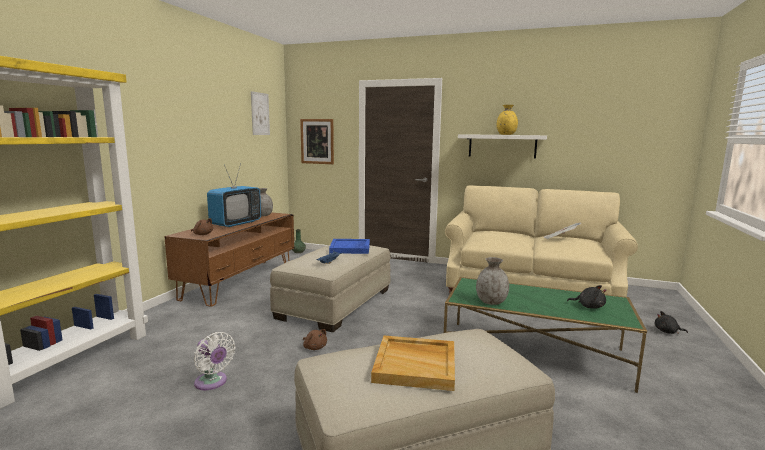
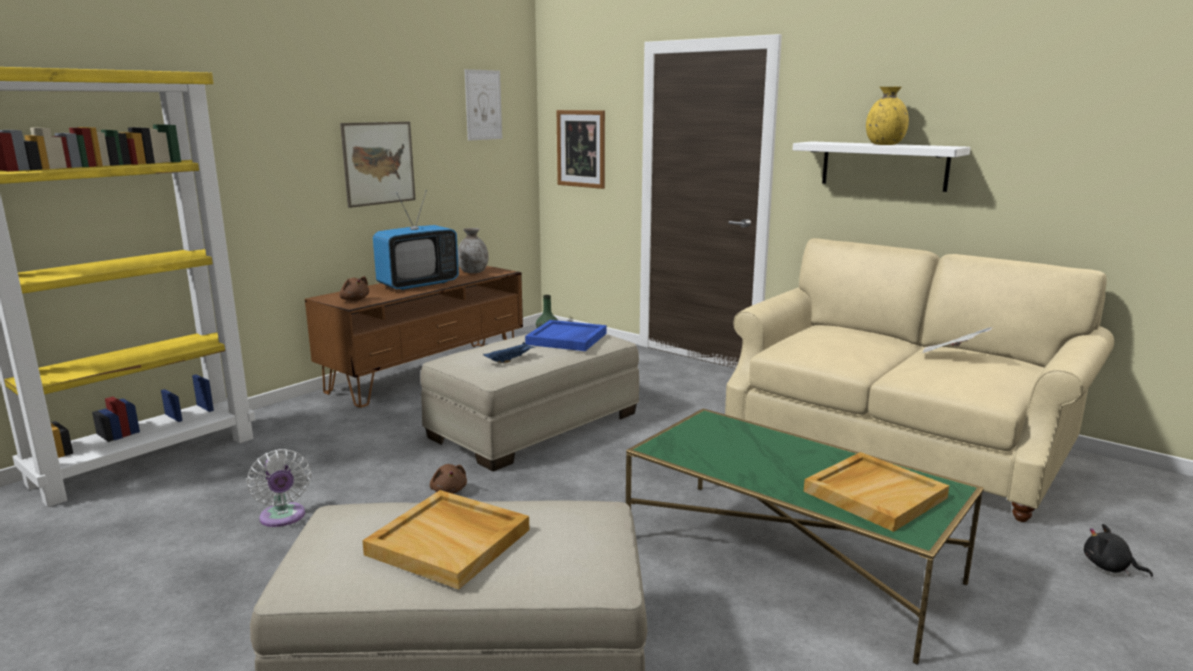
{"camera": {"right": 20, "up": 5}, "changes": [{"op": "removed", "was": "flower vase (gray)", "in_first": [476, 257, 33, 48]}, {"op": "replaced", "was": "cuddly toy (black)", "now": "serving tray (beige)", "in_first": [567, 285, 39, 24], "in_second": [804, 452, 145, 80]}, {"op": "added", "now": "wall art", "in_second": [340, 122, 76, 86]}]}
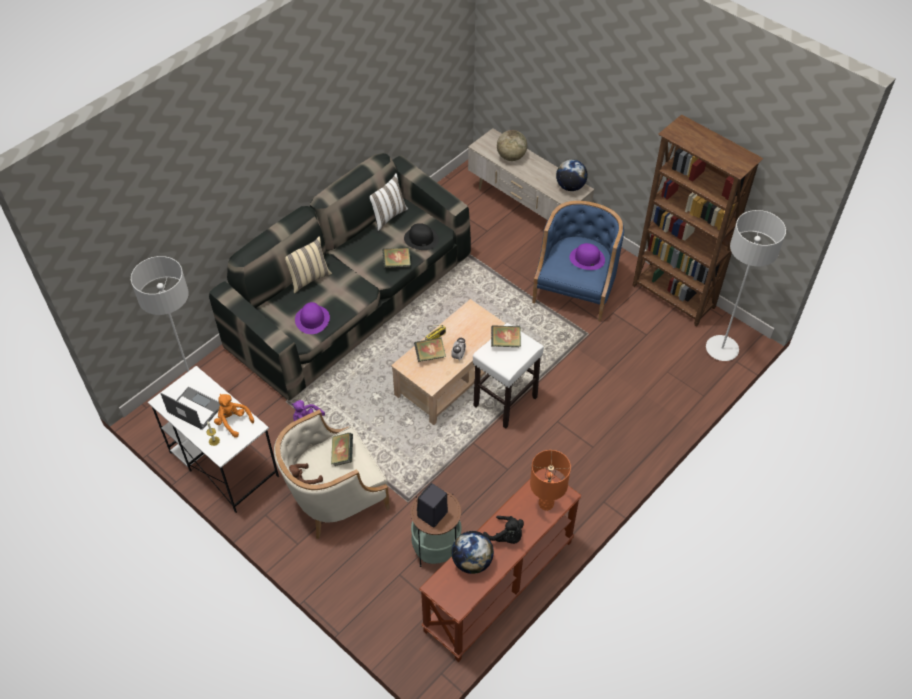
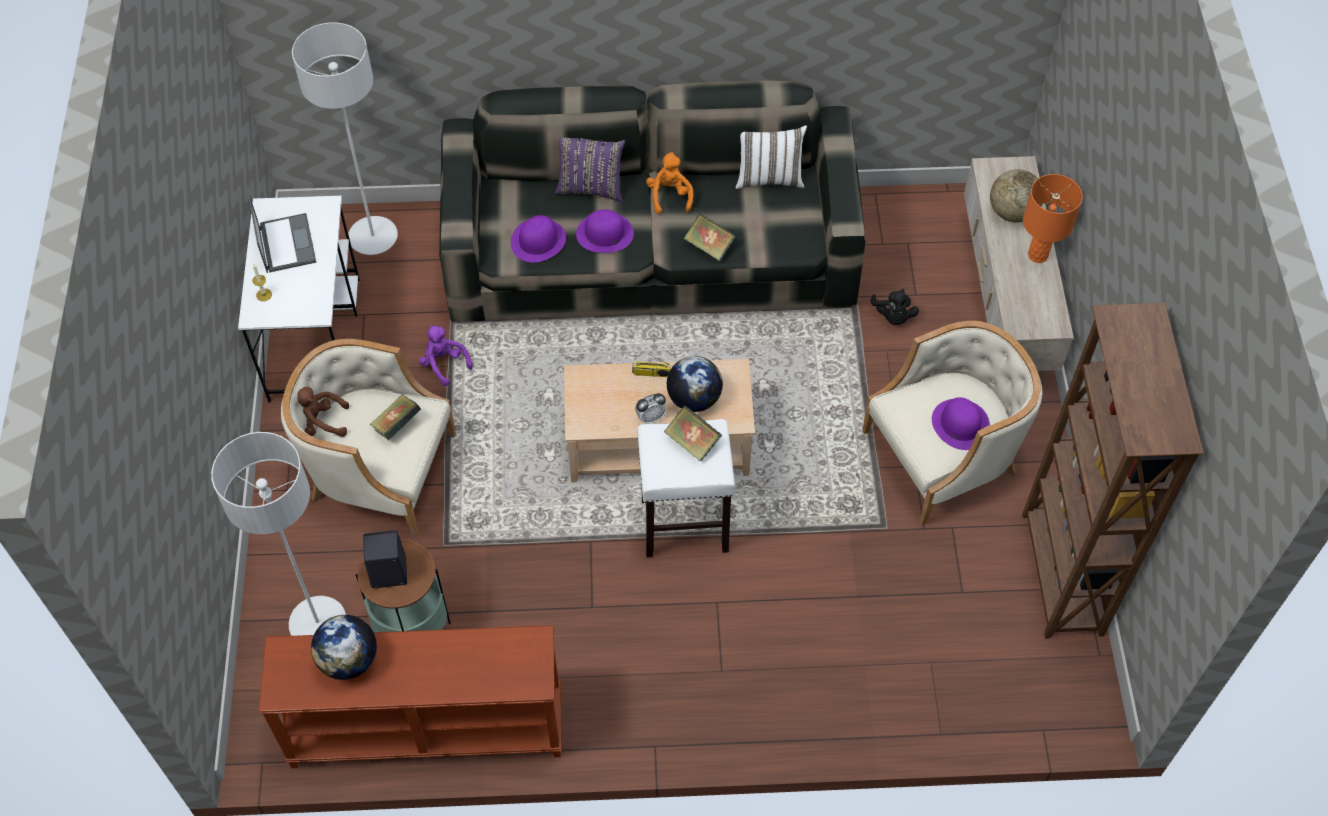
{"camera": {"right": 45, "up": 5}, "changes": [{"op": "moved", "was": "cuddly toy (orange-coloured)", "in_first": [214, 394, 40, 44], "in_second": [646, 152, 48, 62]}, {"op": "recoloured", "was": "cushion (beige)", "now": "cushion (purple-coloured)", "in_first": [285, 236, 47, 58], "in_second": [555, 138, 70, 64]}, {"op": "removed", "was": "hat (black)", "in_first": [404, 223, 35, 27]}, {"op": "removed", "was": "bound book", "in_first": [414, 338, 32, 24]}, {"op": "moved", "was": "cuddly toy (black)", "in_first": [483, 516, 41, 28], "in_second": [870, 289, 49, 36]}, {"op": "moved", "was": "tabletop lamp (orange-coloured)", "in_first": [530, 450, 41, 61], "in_second": [1023, 174, 60, 89]}, {"op": "recoloured", "was": "easy chair (blue)", "now": "easy chair (beige)", "in_first": [532, 201, 92, 121], "in_second": [862, 321, 180, 204]}, {"op": "moved", "was": "world globe", "in_first": [556, 160, 32, 31], "in_second": [667, 356, 56, 56]}, {"op": "moved", "was": "standing lamp (gray)", "in_first": [706, 210, 80, 151], "in_second": [211, 432, 135, 204]}, {"op": "added", "now": "hat (purple-coloured)", "in_second": [576, 209, 58, 44]}]}
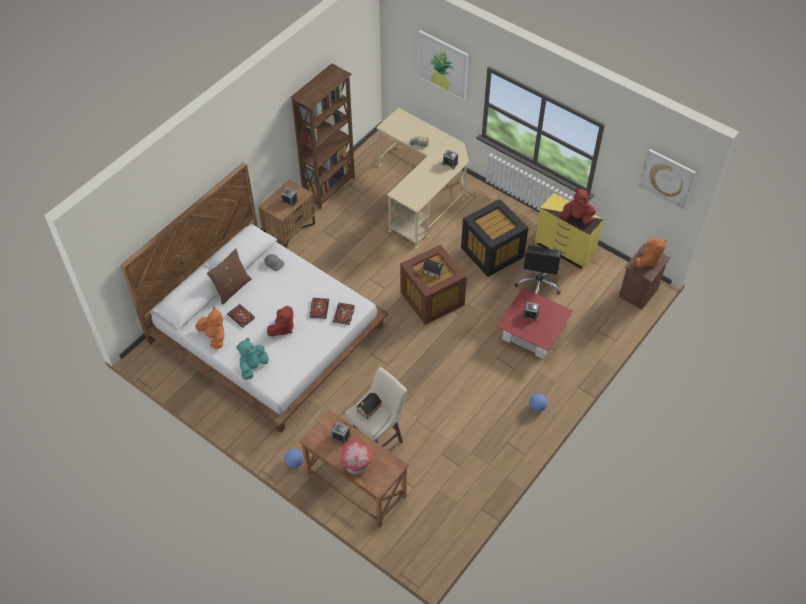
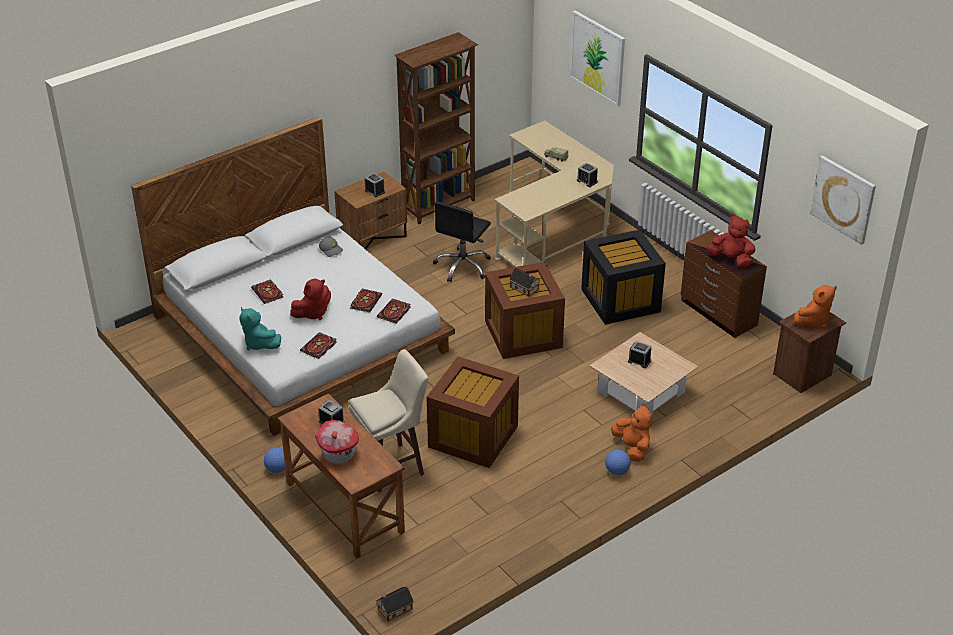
{"camera": {"right": 15, "up": -15}, "changes": [{"op": "moved", "was": "cuddly toy (orange-coloured)", "in_first": [195, 307, 29, 42], "in_second": [611, 403, 41, 59]}, {"op": "removed", "was": "cushion (brownish)", "in_first": [207, 248, 44, 57]}, {"op": "turned", "was": "cuddly toy (turquoise-coloured)", "in_first": [236, 338, 32, 42], "in_second": [240, 307, 41, 44], "clockwise": -90}, {"op": "moved", "was": "toy house", "in_first": [356, 393, 26, 26], "in_second": [376, 587, 38, 35]}, {"op": "recoloured", "was": "coffee table (red)", "now": "coffee table (beige)", "in_first": [497, 288, 76, 71], "in_second": [590, 332, 108, 84]}, {"op": "moved", "was": "computer chair (black)", "in_first": [514, 245, 47, 50], "in_second": [433, 201, 58, 81]}, {"op": "recoloured", "was": "drawer chest (yellow)", "now": "drawer chest (brownish)", "in_first": [535, 193, 69, 77], "in_second": [681, 230, 86, 108]}, {"op": "added", "now": "bound book", "in_second": [300, 332, 37, 27]}, {"op": "added", "now": "storage box (brownish)", "in_second": [427, 356, 92, 112]}]}
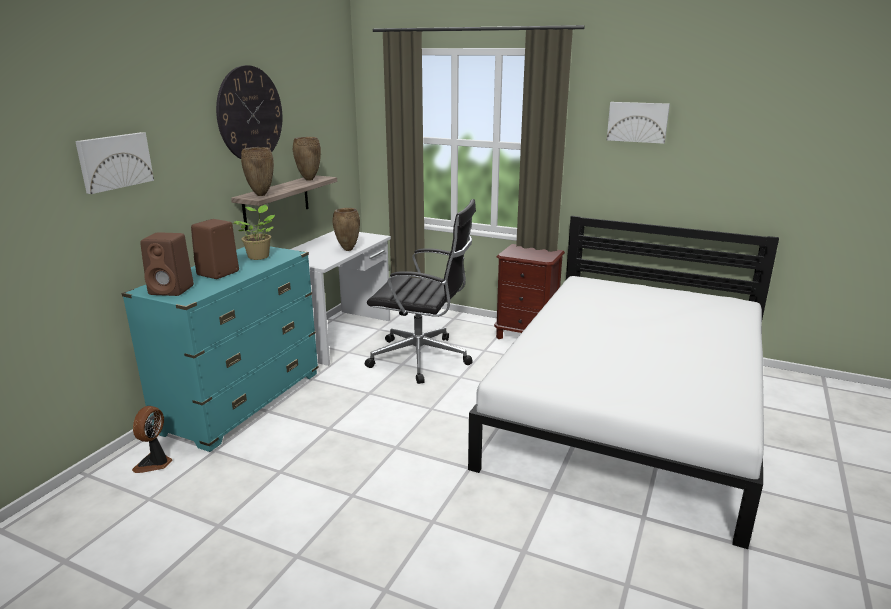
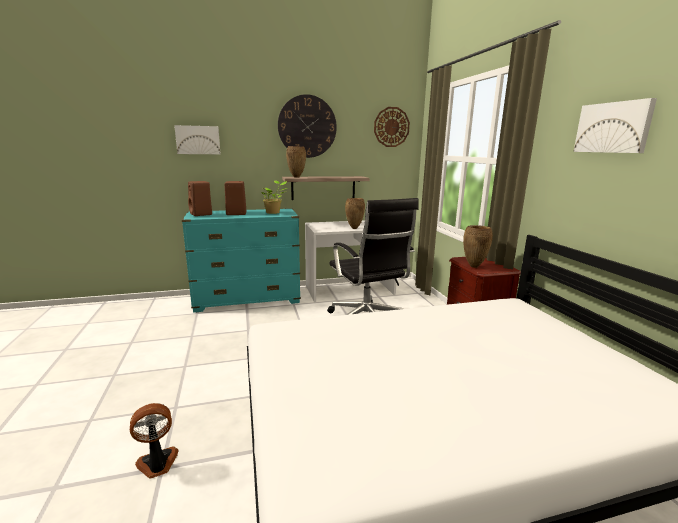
{"camera": {"right": 50, "up": -5}, "changes": [{"op": "moved", "was": "cooling fan", "in_first": [132, 406, 40, 67], "in_second": [130, 403, 49, 76]}, {"op": "moved", "was": "flower vase (brownish)", "in_first": [293, 137, 28, 44], "in_second": [463, 225, 30, 43]}, {"op": "added", "now": "clock on the wall", "in_second": [374, 107, 36, 40]}]}
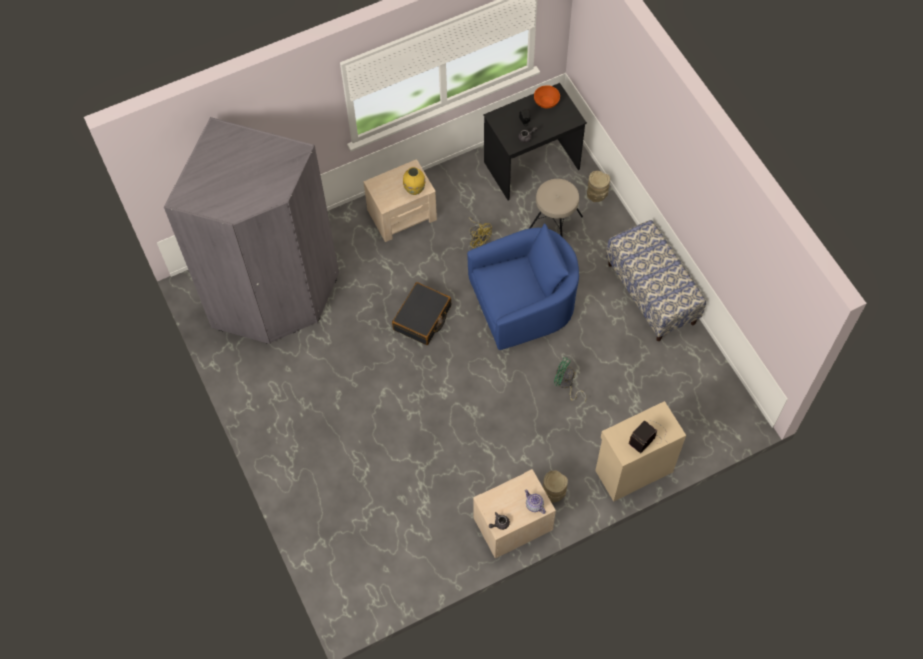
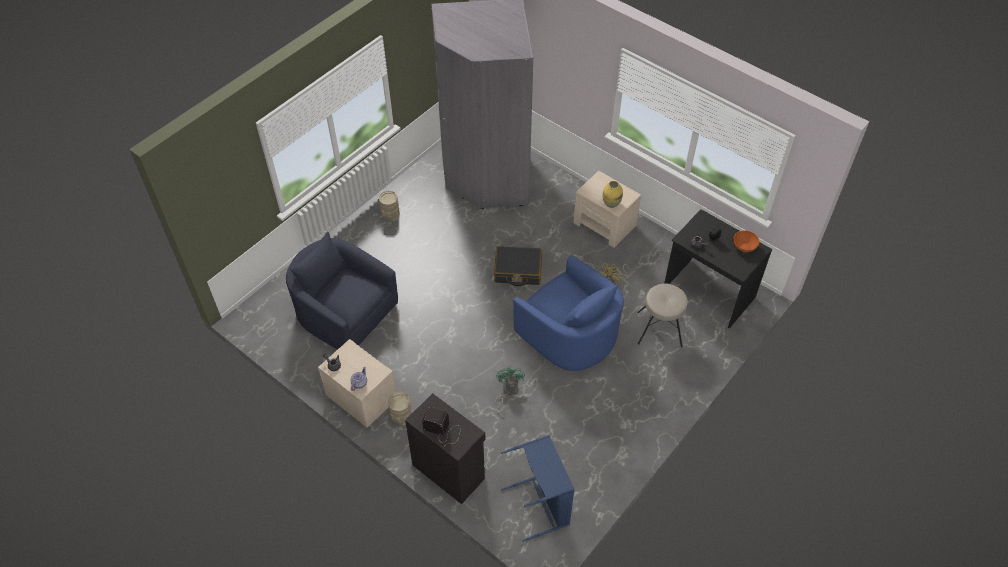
{"camera": {"right": 65, "up": -10}, "changes": [{"op": "moved", "was": "flower vase (beige)", "in_first": [587, 171, 23, 31], "in_second": [379, 191, 21, 30]}, {"op": "recoloured", "was": "cupboard (beige)", "now": "cupboard (black)", "in_first": [595, 401, 91, 101], "in_second": [405, 393, 81, 111]}, {"op": "removed", "was": "long seat", "in_first": [606, 220, 100, 121]}, {"op": "added", "now": "easy chair (blue)", "in_second": [286, 232, 112, 118]}, {"op": "added", "now": "laundry basket (blue)", "in_second": [501, 435, 74, 107]}]}
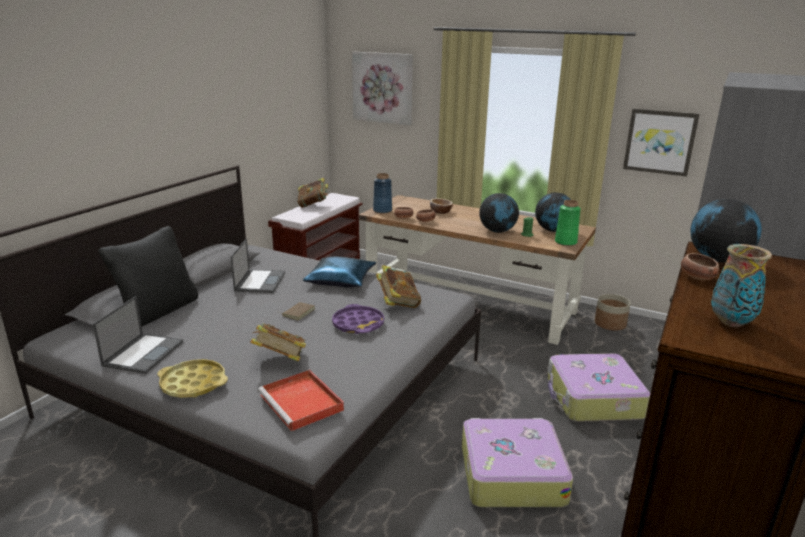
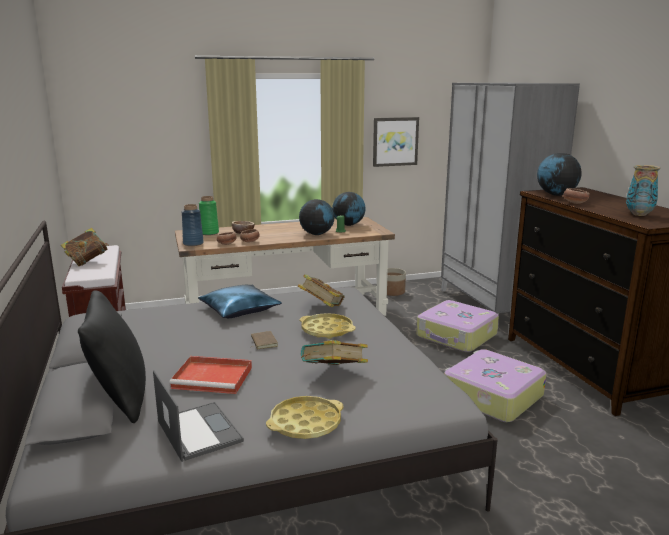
{"camera": {"right": -45, "up": -5}, "changes": [{"op": "removed", "was": "notebook computer", "in_first": [231, 239, 54, 54]}, {"op": "moved", "was": "serving tray (red)", "in_first": [258, 370, 86, 61], "in_second": [169, 356, 83, 38]}, {"op": "recoloured", "was": "serving tray (purple-coloured)", "now": "serving tray (yellow)", "in_first": [332, 304, 52, 30], "in_second": [300, 313, 56, 26]}, {"op": "removed", "was": "wall art", "in_first": [352, 52, 61, 73]}, {"op": "moved", "was": "flower vase (green)", "in_first": [555, 200, 26, 46], "in_second": [199, 196, 20, 39]}]}
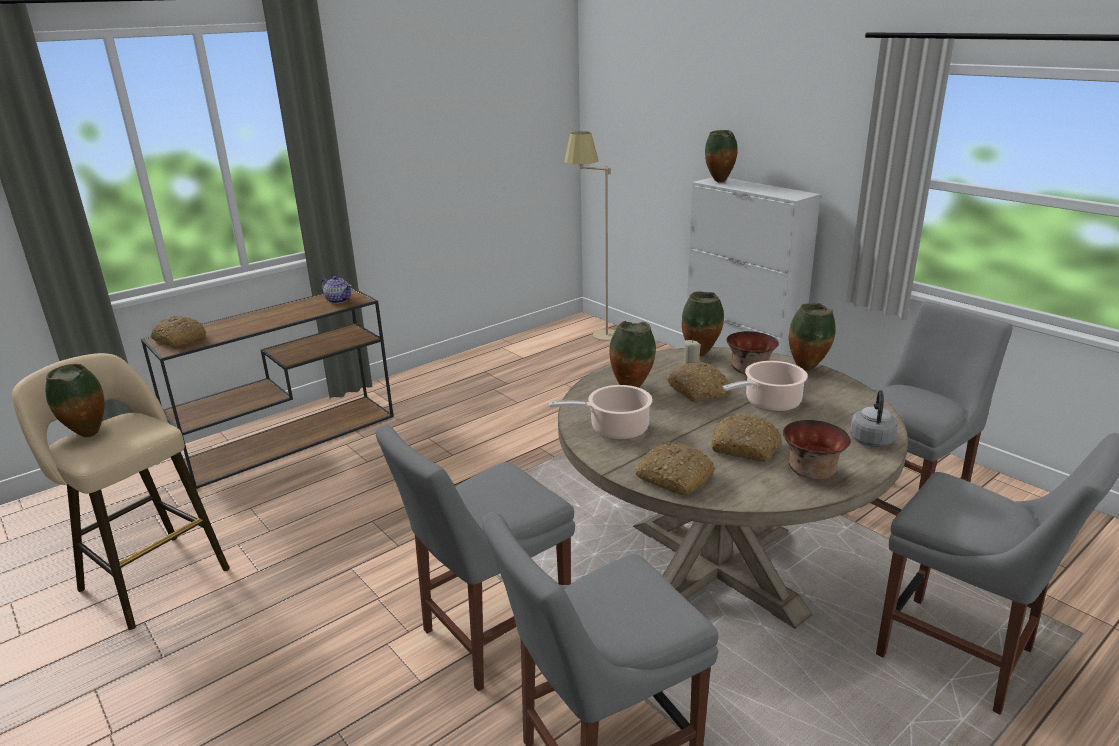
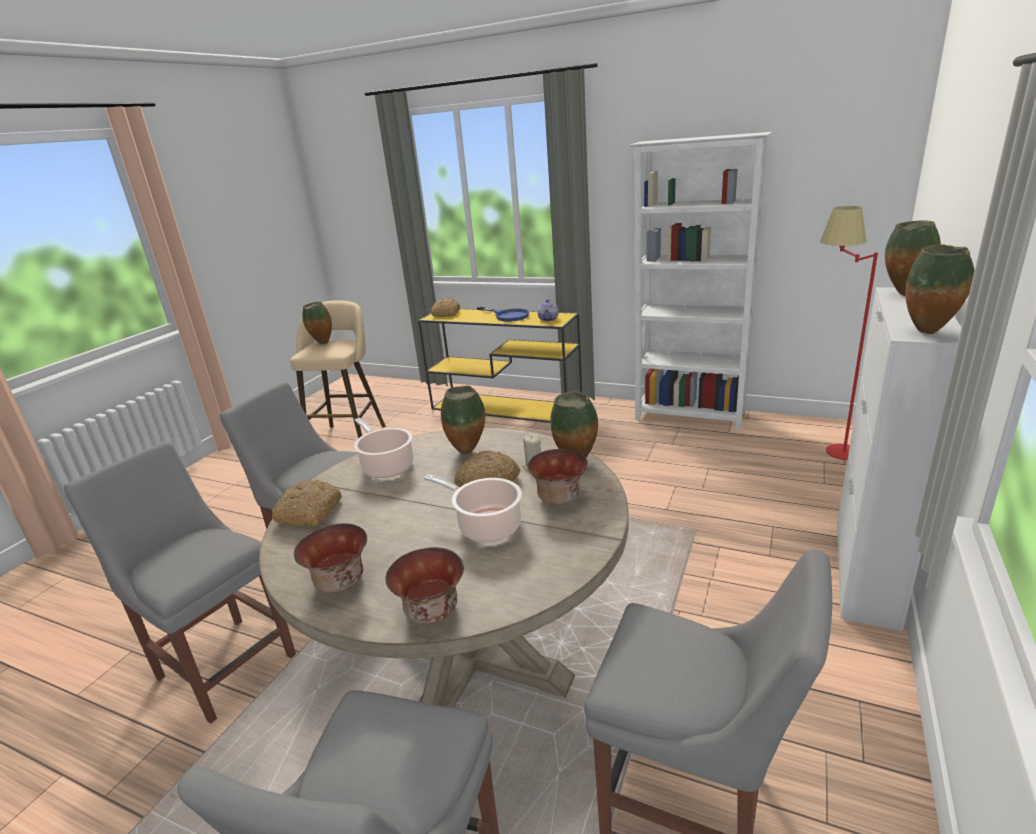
{"camera": {"right": 65, "up": 0}, "changes": [{"op": "recoloured", "was": "console table (brownish)", "now": "console table (yellow)", "in_first": [141, 287, 253, 202], "in_second": [418, 309, 164, 114]}, {"op": "recoloured", "was": "standing lamp (beige)", "now": "standing lamp (red)", "in_first": [564, 131, 51, 210], "in_second": [820, 206, 58, 254]}, {"op": "removed", "was": "baked bread", "in_first": [711, 414, 71, 48]}, {"op": "moved", "was": "flower vase", "in_first": [789, 303, 47, 68], "in_second": [906, 244, 68, 90]}, {"op": "replaced", "was": "kettle (gray)", "now": "deep dish", "in_first": [850, 390, 48, 57], "in_second": [385, 547, 79, 77]}, {"op": "added", "now": "pan (blue)", "in_second": [477, 307, 52, 15]}, {"op": "added", "now": "bookcase (white-coloured)", "in_second": [629, 132, 143, 299]}]}
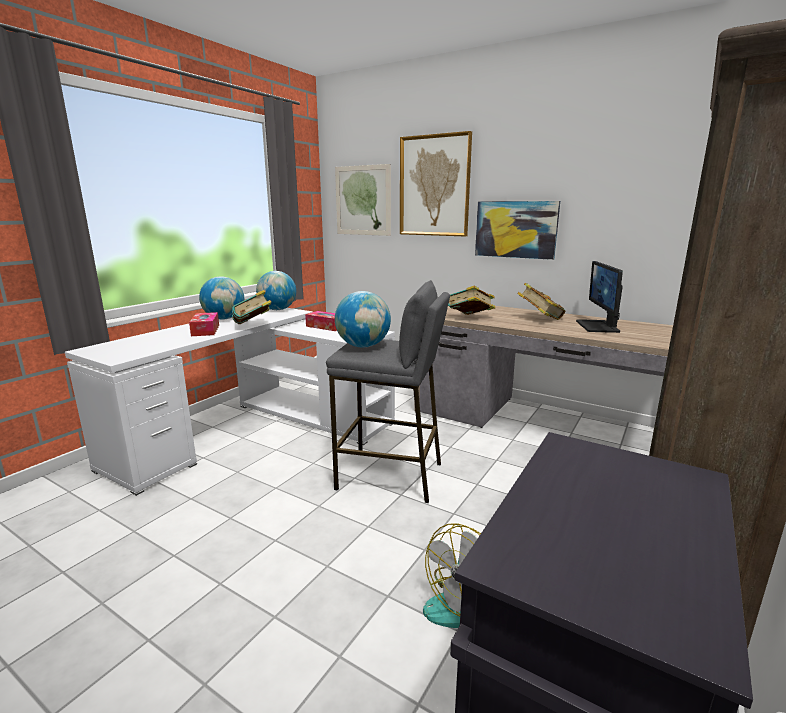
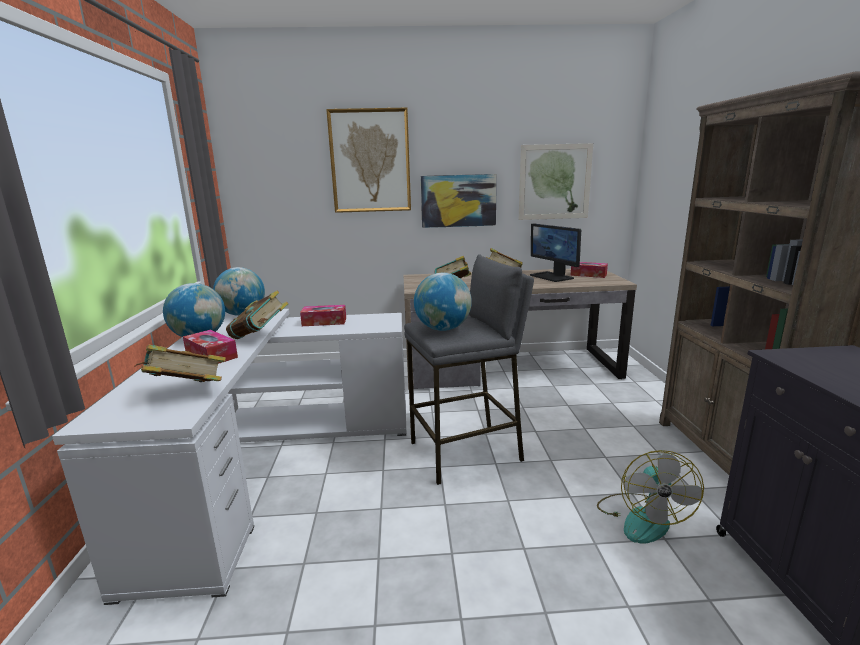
{"camera": {"right": -35, "up": 0}, "changes": [{"op": "moved", "was": "wall art", "in_first": [335, 164, 56, 72], "in_second": [519, 143, 74, 77]}, {"op": "added", "now": "bound book", "in_second": [134, 345, 92, 37]}, {"op": "added", "now": "box of tissues", "in_second": [570, 262, 38, 16]}]}
